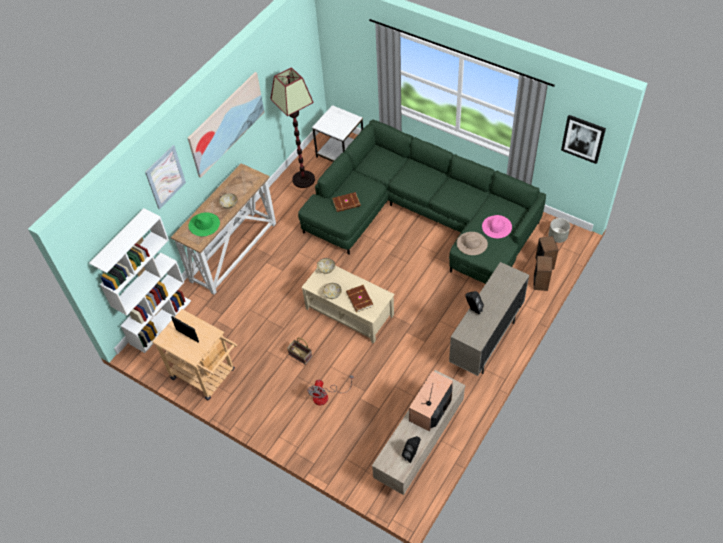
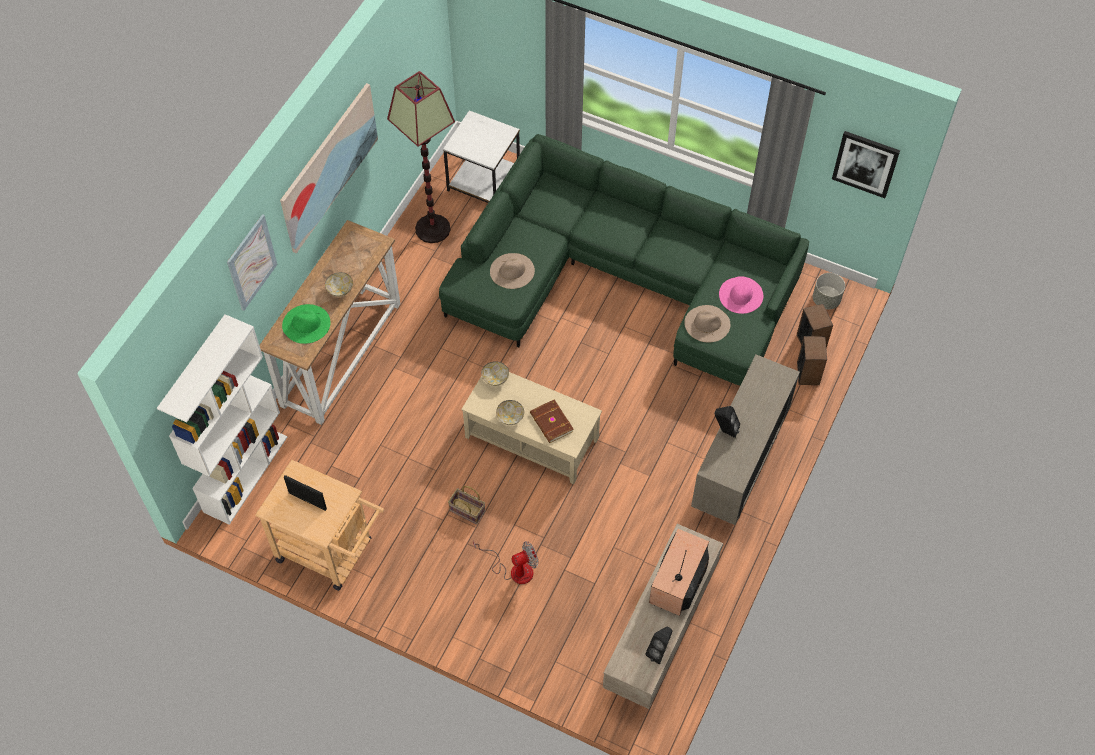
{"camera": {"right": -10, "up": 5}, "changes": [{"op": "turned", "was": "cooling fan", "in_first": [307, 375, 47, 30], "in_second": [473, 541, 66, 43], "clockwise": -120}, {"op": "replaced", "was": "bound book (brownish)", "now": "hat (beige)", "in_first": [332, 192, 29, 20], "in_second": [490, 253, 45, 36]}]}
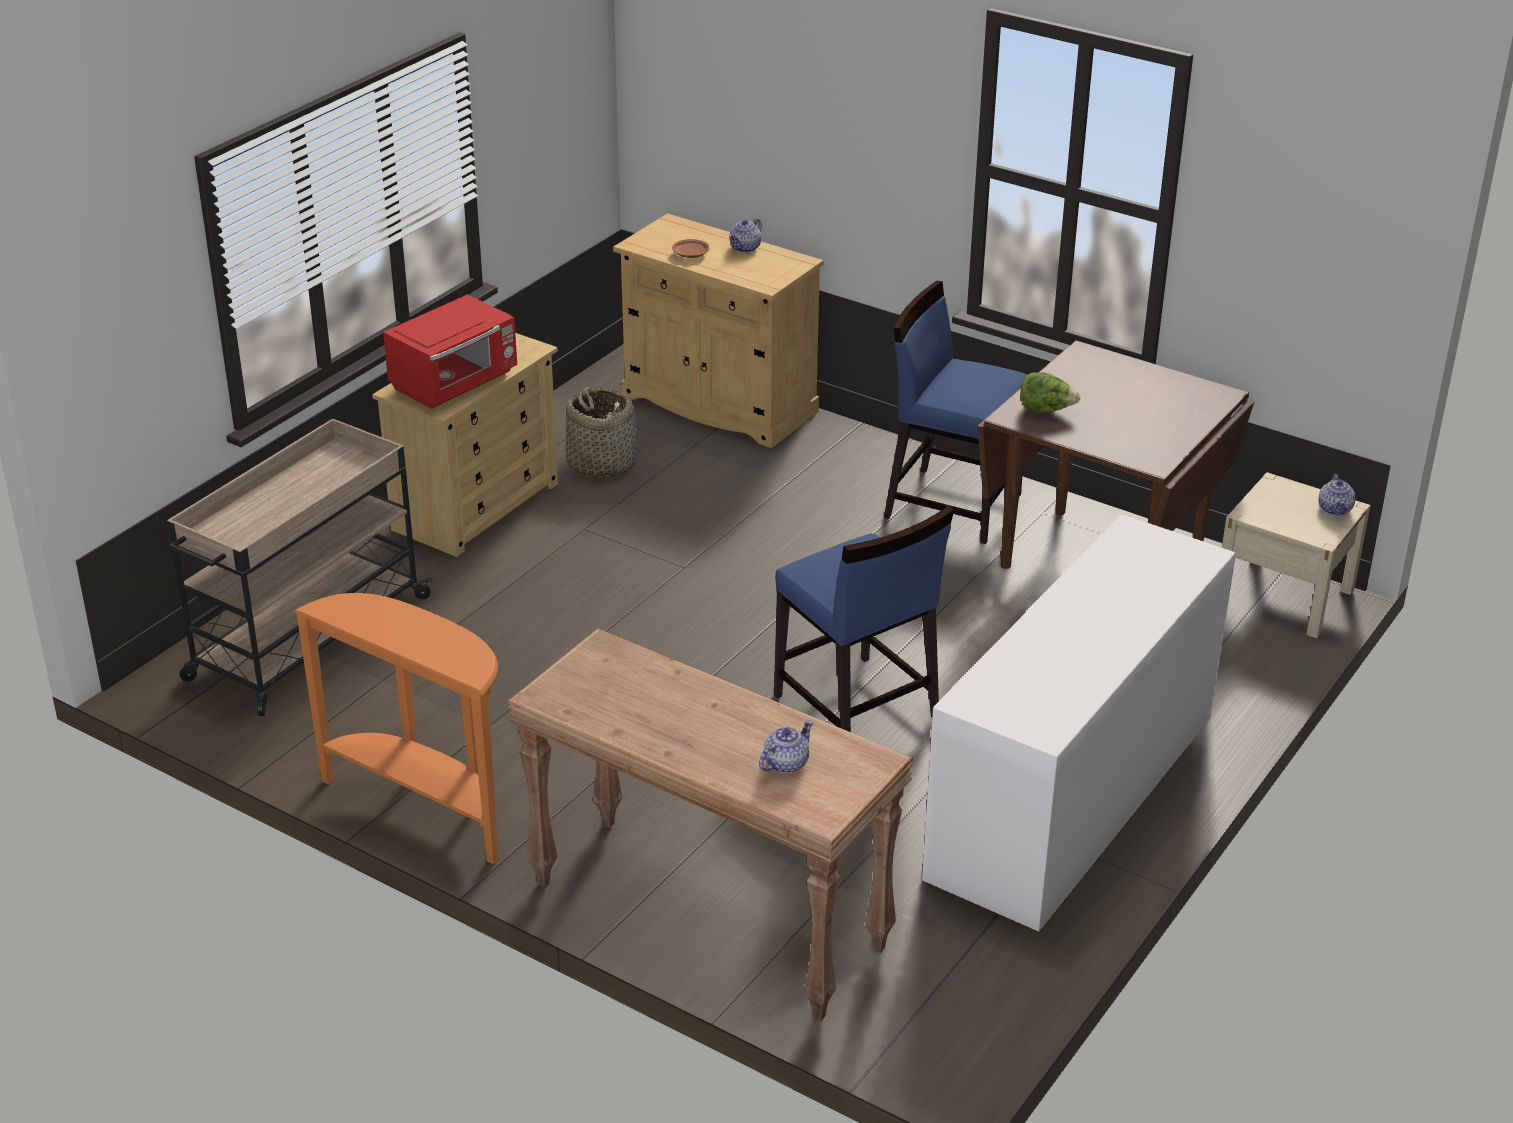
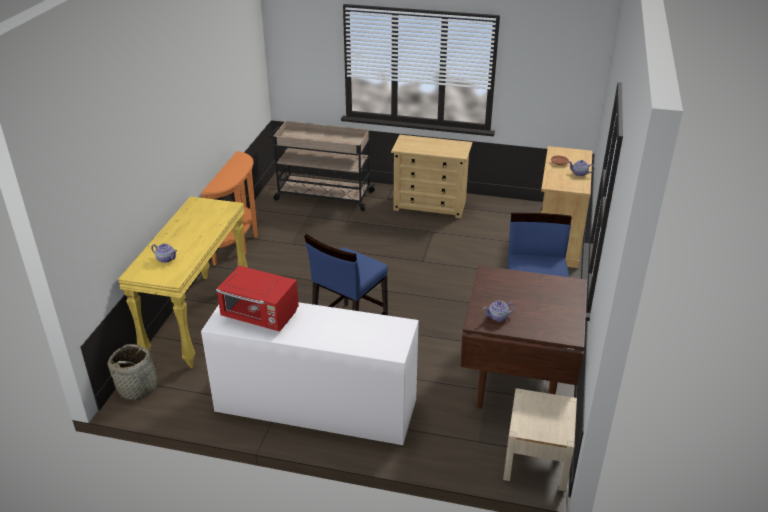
{"camera": {"right": 70, "up": 0}, "changes": [{"op": "moved", "was": "kitchen microwave (red)", "in_first": [383, 294, 134, 115], "in_second": [216, 266, 83, 66]}, {"op": "recoloured", "was": "console table (brownish)", "now": "console table (yellow)", "in_first": [508, 629, 405, 392], "in_second": [118, 196, 130, 172]}, {"op": "moved", "was": "storage basket", "in_first": [566, 387, 71, 91], "in_second": [107, 344, 53, 57]}, {"op": "removed", "was": "lettuce", "in_first": [1020, 372, 60, 41]}, {"op": "moved", "was": "teapot", "in_first": [1318, 474, 38, 42], "in_second": [483, 300, 32, 22]}]}
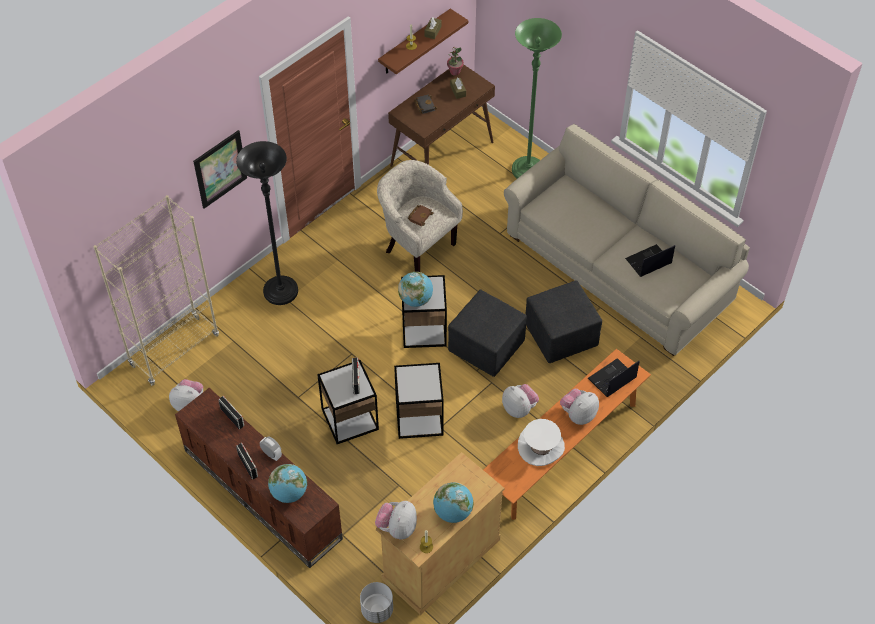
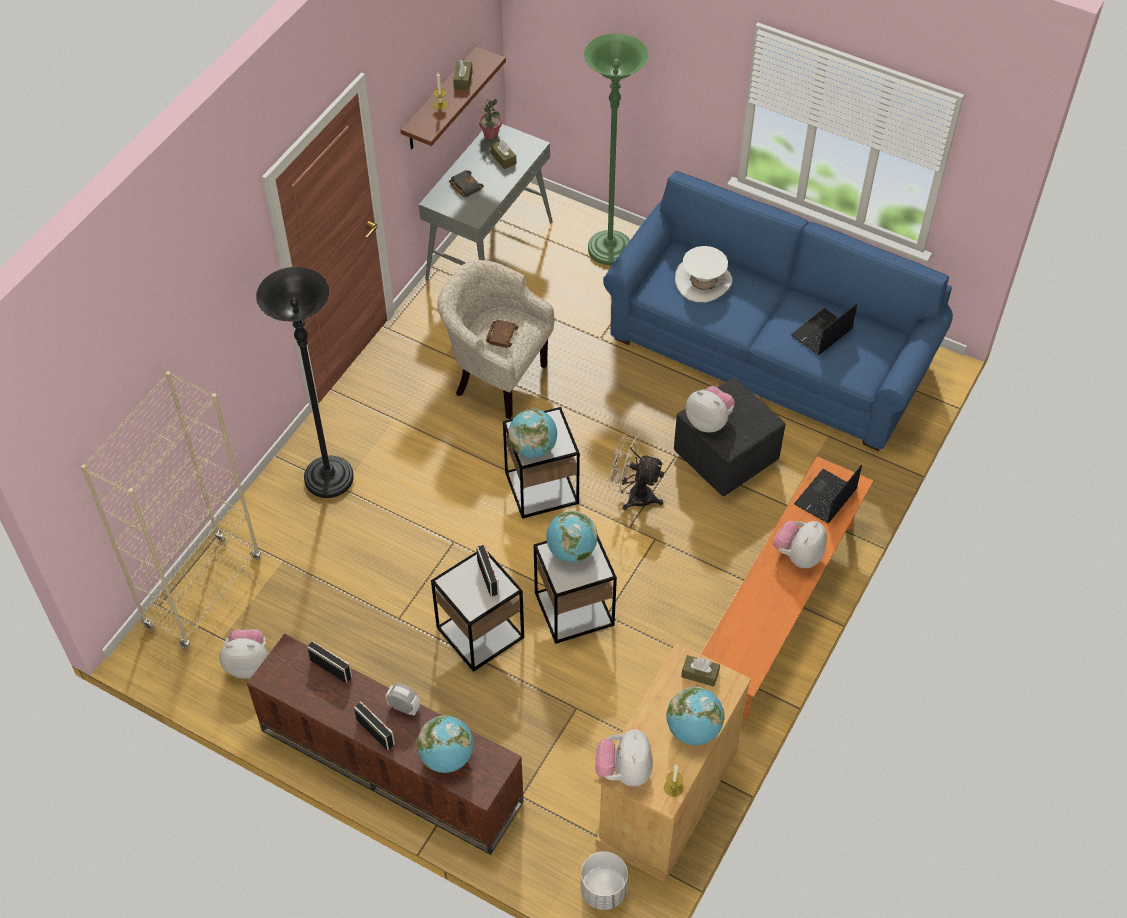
{"camera": {"right": -15, "up": 0}, "changes": [{"op": "removed", "was": "wall art", "in_first": [193, 130, 54, 79]}, {"op": "recoloured", "was": "console table (brownish)", "now": "console table (gray)", "in_first": [388, 65, 107, 102], "in_second": [419, 124, 134, 156]}, {"op": "replaced", "was": "pouffe (black)", "now": "cooling fan (beige)", "in_first": [448, 290, 79, 87], "in_second": [607, 433, 57, 77]}, {"op": "moved", "was": "cuddly toy", "in_first": [502, 384, 37, 34], "in_second": [686, 386, 49, 46]}, {"op": "recoloured", "was": "couch (beige)", "now": "couch (blue)", "in_first": [504, 124, 246, 232], "in_second": [603, 171, 350, 280]}, {"op": "moved", "was": "hat (white-coloured)", "in_first": [518, 419, 47, 47], "in_second": [675, 246, 57, 56]}, {"op": "added", "now": "world globe", "in_second": [546, 510, 51, 52]}, {"op": "added", "now": "box of tissues (brownish)", "in_second": [681, 655, 39, 32]}]}
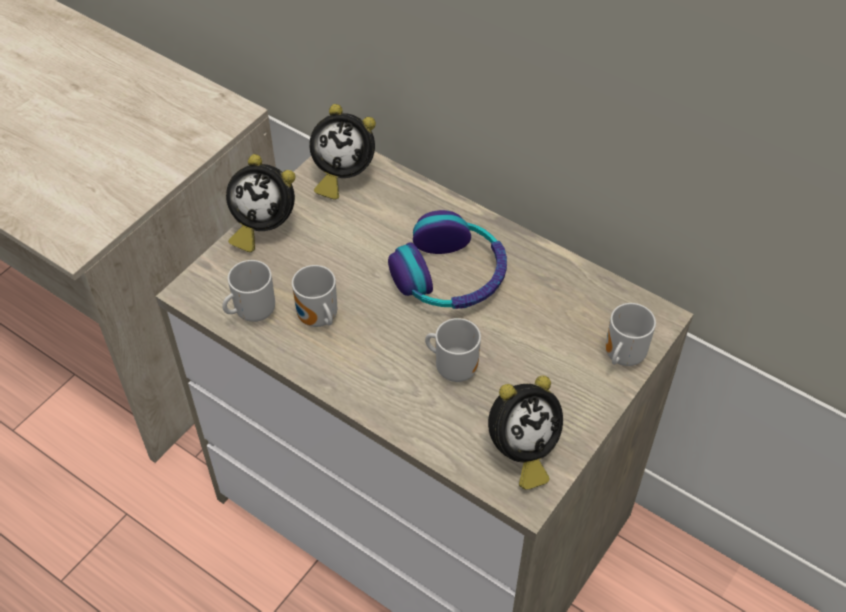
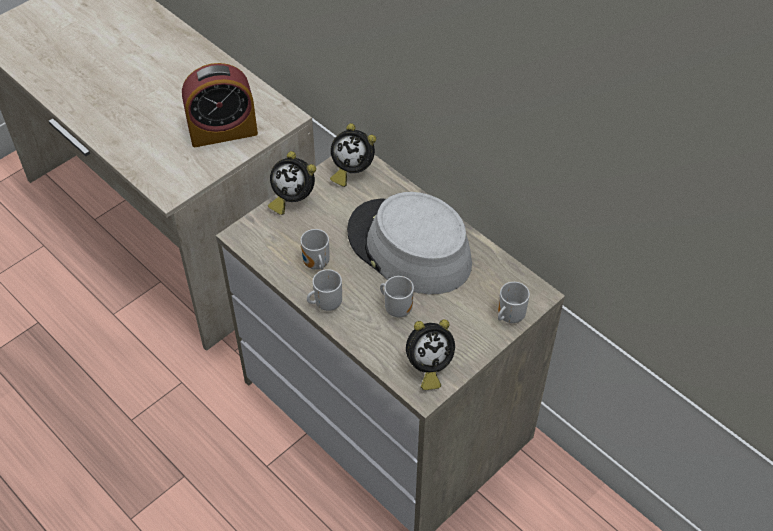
{"camera": {"right": 10, "up": 0}, "changes": [{"op": "moved", "was": "tea mug", "in_first": [222, 260, 53, 62], "in_second": [307, 269, 35, 42]}, {"op": "replaced", "was": "headphones", "now": "hat (gray)", "in_first": [388, 210, 119, 99], "in_second": [347, 192, 125, 103]}, {"op": "added", "now": "alarm clock", "in_second": [182, 63, 76, 84]}]}
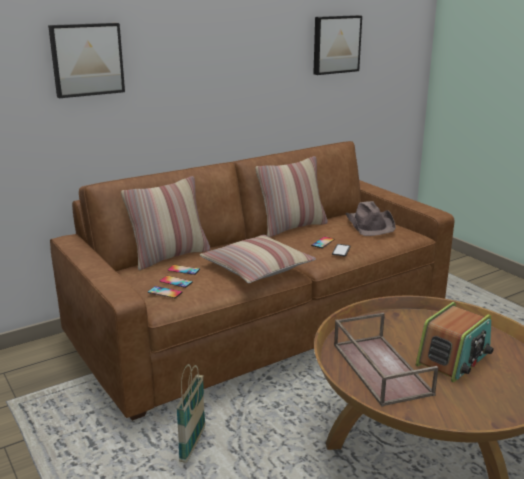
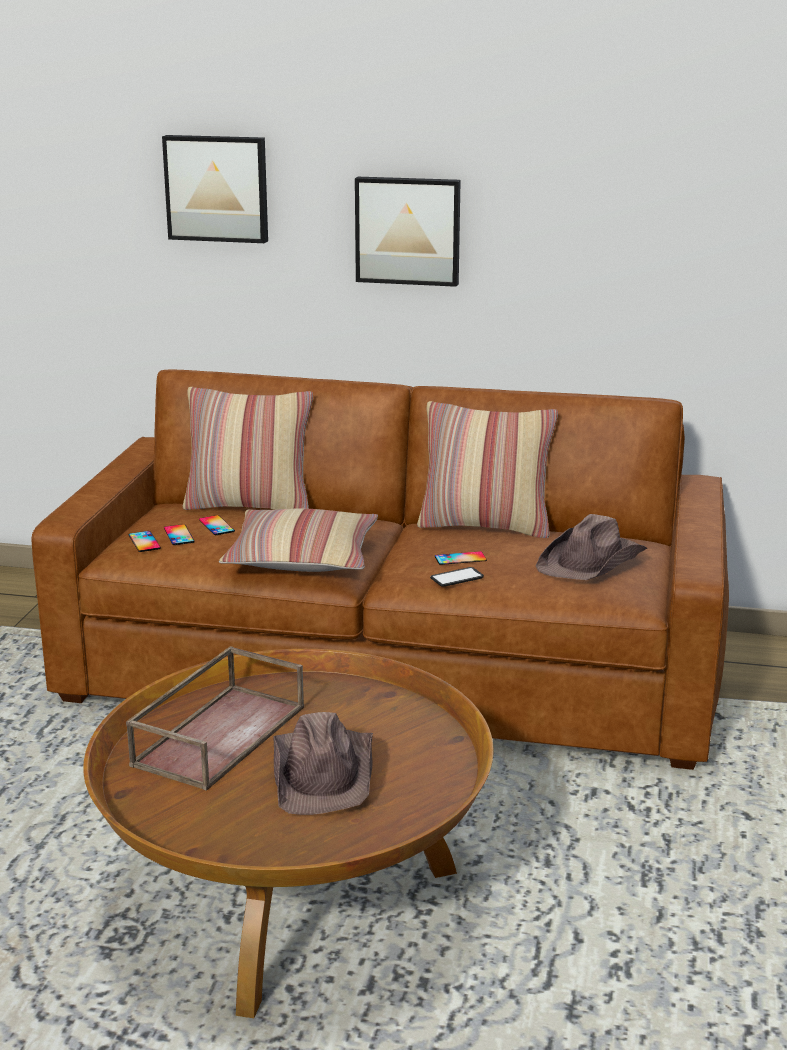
{"camera": {"right": 45, "up": 0}, "changes": [{"op": "removed", "was": "storage basket", "in_first": [176, 364, 29, 99]}, {"op": "moved", "was": "wall art", "in_first": [313, 15, 49, 60], "in_second": [355, 177, 106, 110]}, {"op": "replaced", "was": "radio", "now": "hat (brownish)", "in_first": [416, 302, 78, 80], "in_second": [273, 712, 100, 103]}]}
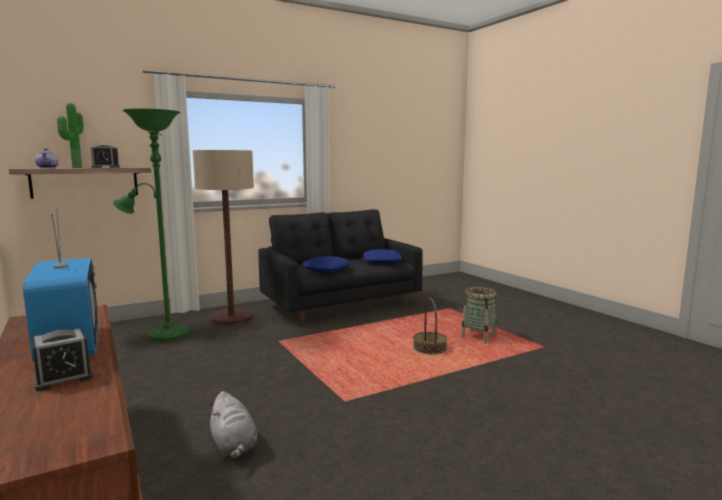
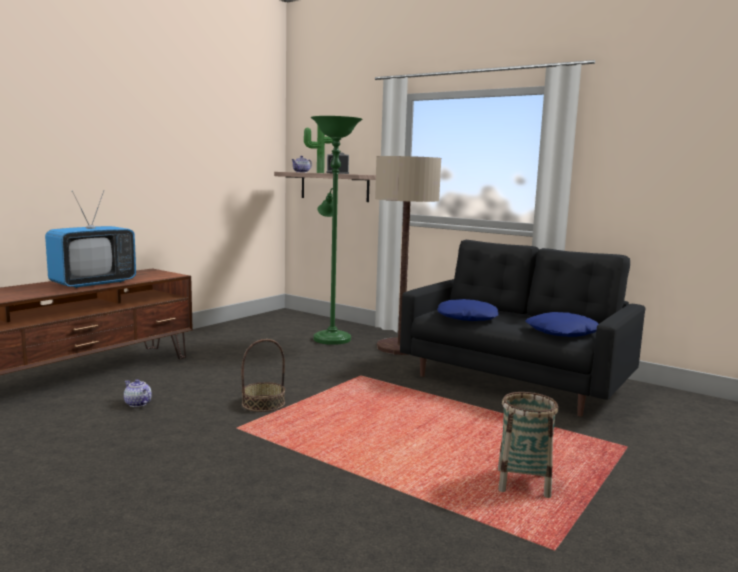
{"camera": {"right": 65, "up": 0}, "changes": [{"op": "removed", "was": "alarm clock", "in_first": [32, 328, 61, 63]}, {"op": "replaced", "was": "cuddly toy (gray)", "now": "teapot", "in_first": [208, 391, 50, 68], "in_second": [124, 379, 28, 28]}, {"op": "moved", "was": "storage basket", "in_first": [413, 298, 34, 56], "in_second": [241, 339, 44, 73]}]}
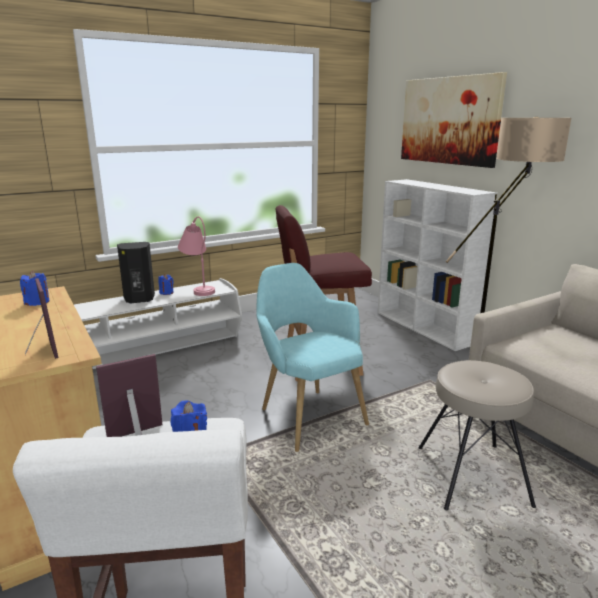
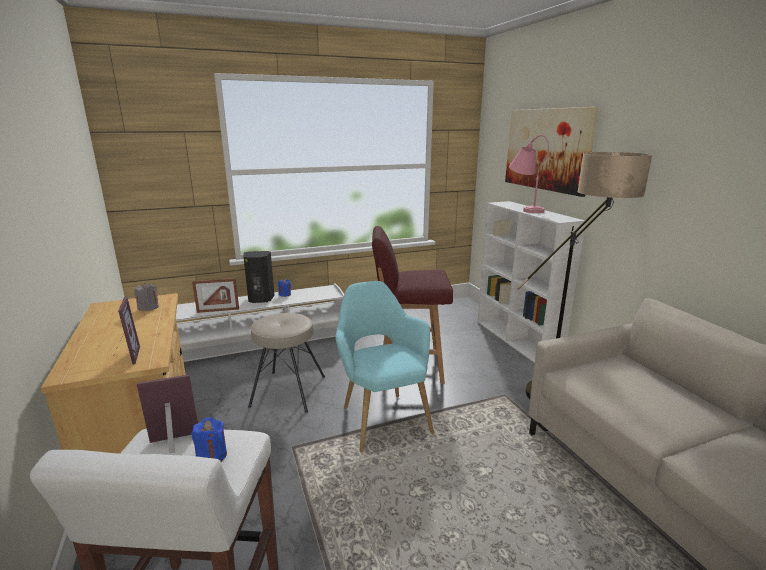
{"camera": {"right": 10, "up": 0}, "changes": [{"op": "recoloured", "was": "wax candle (blue)", "now": "wax candle (gray)", "in_first": [20, 271, 30, 35], "in_second": [134, 283, 25, 28]}, {"op": "moved", "was": "tabletop lamp (pinkish)", "in_first": [178, 216, 37, 80], "in_second": [509, 135, 40, 78]}, {"op": "moved", "was": "stool seat (beige)", "in_first": [418, 360, 118, 150], "in_second": [248, 313, 77, 100]}, {"op": "added", "now": "photo frame", "in_second": [192, 278, 47, 35]}]}
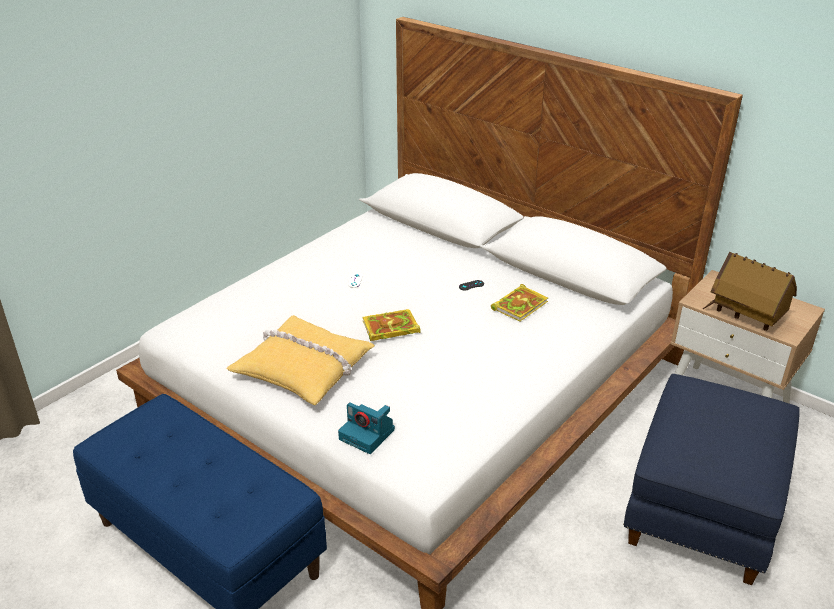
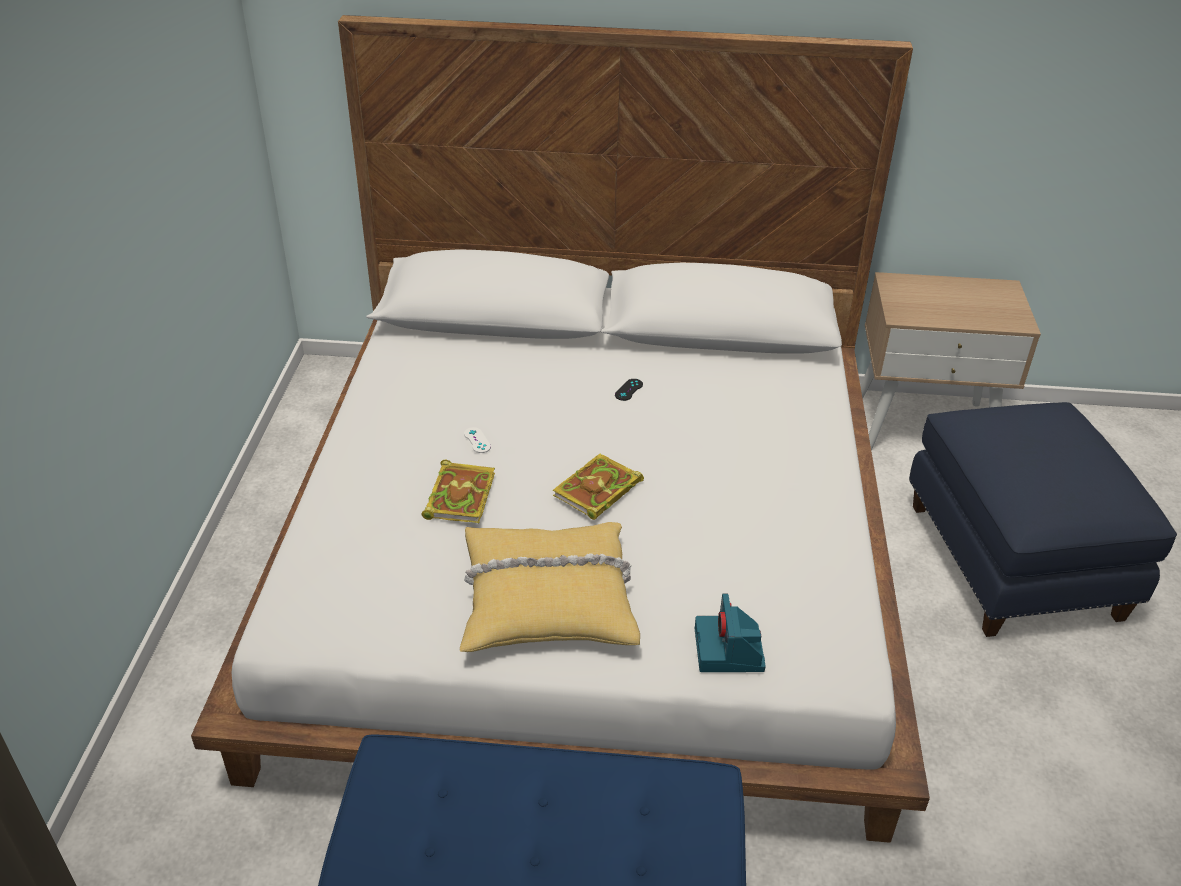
{"camera": {"right": -35, "up": 5}, "changes": [{"op": "turned", "was": "still camera", "in_first": [338, 402, 57, 52], "in_second": [695, 594, 71, 78], "clockwise": 90}, {"op": "moved", "was": "bound book", "in_first": [491, 284, 57, 38], "in_second": [422, 460, 73, 63]}, {"op": "removed", "was": "toy house", "in_first": [703, 252, 94, 79]}]}
